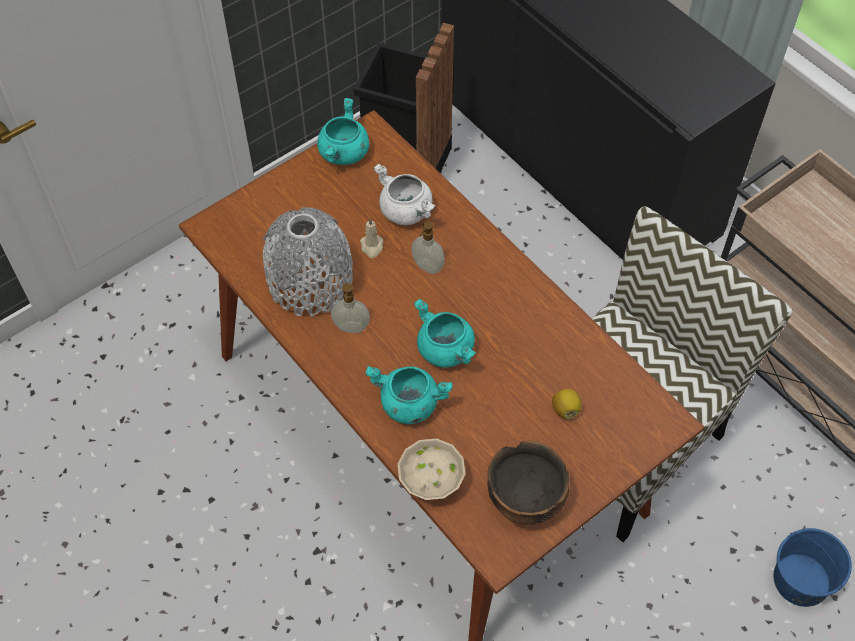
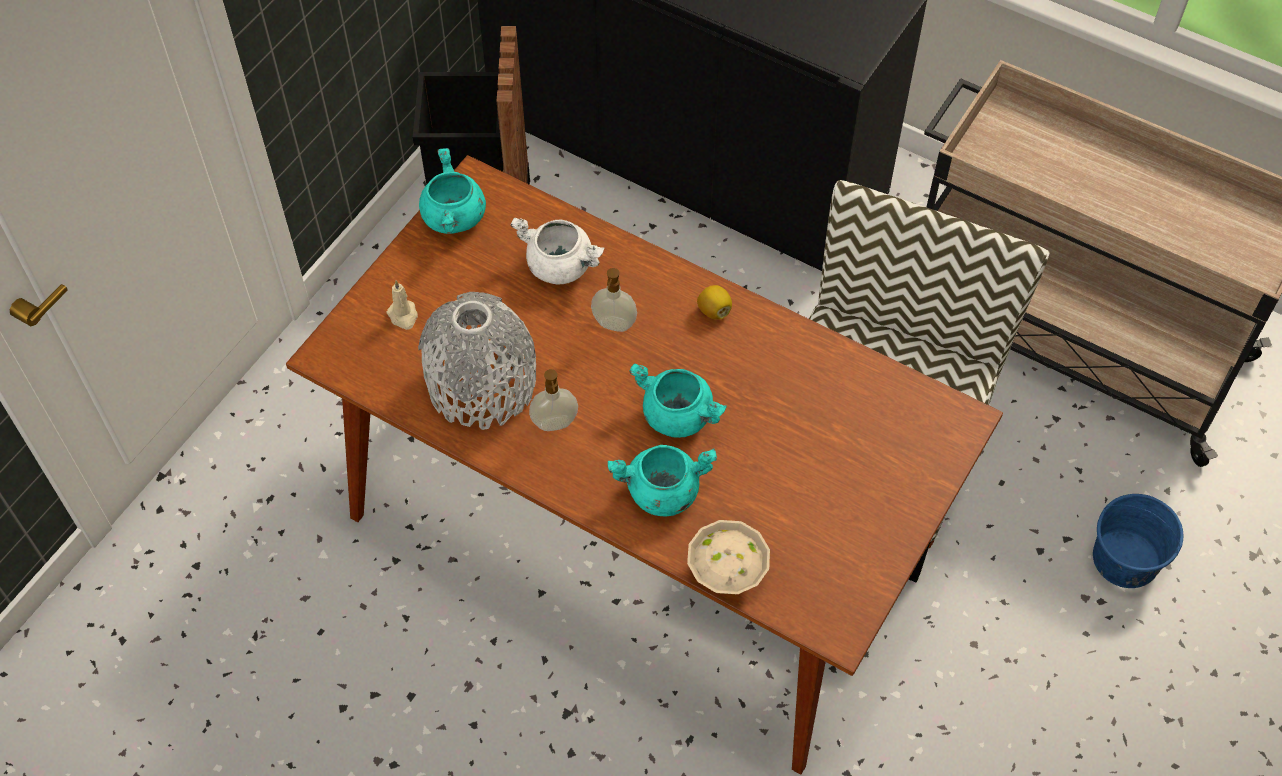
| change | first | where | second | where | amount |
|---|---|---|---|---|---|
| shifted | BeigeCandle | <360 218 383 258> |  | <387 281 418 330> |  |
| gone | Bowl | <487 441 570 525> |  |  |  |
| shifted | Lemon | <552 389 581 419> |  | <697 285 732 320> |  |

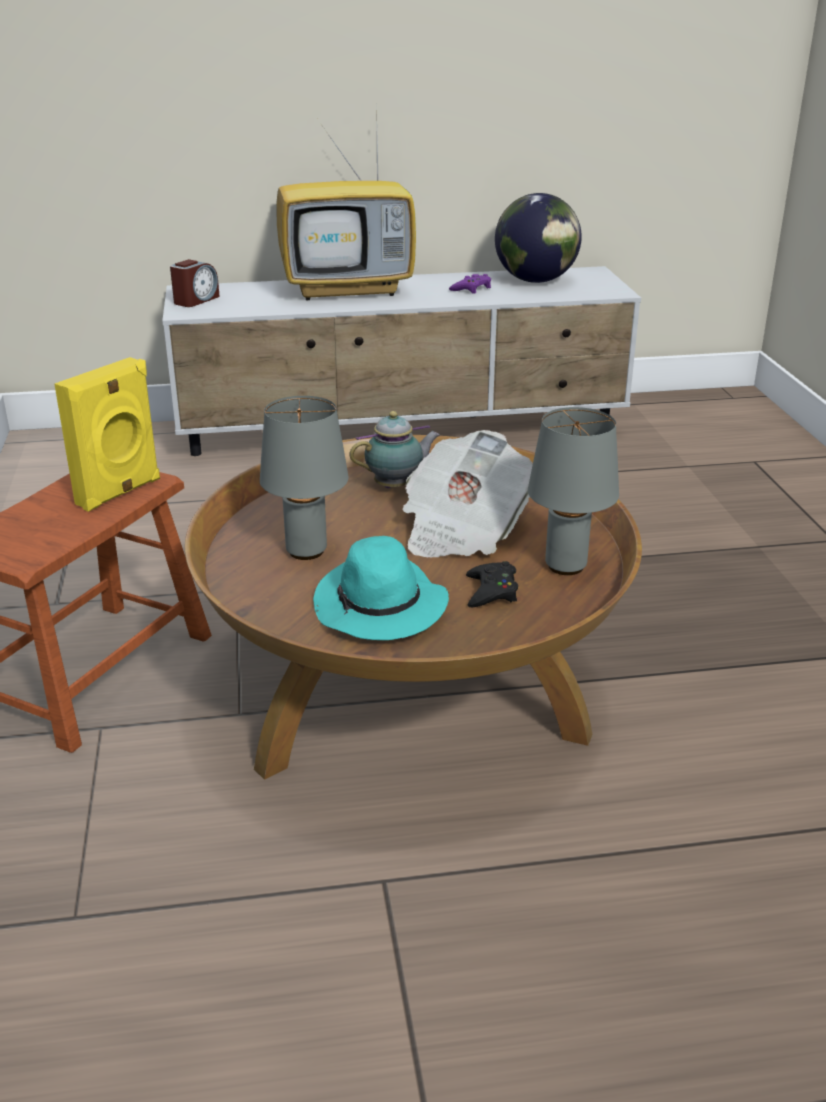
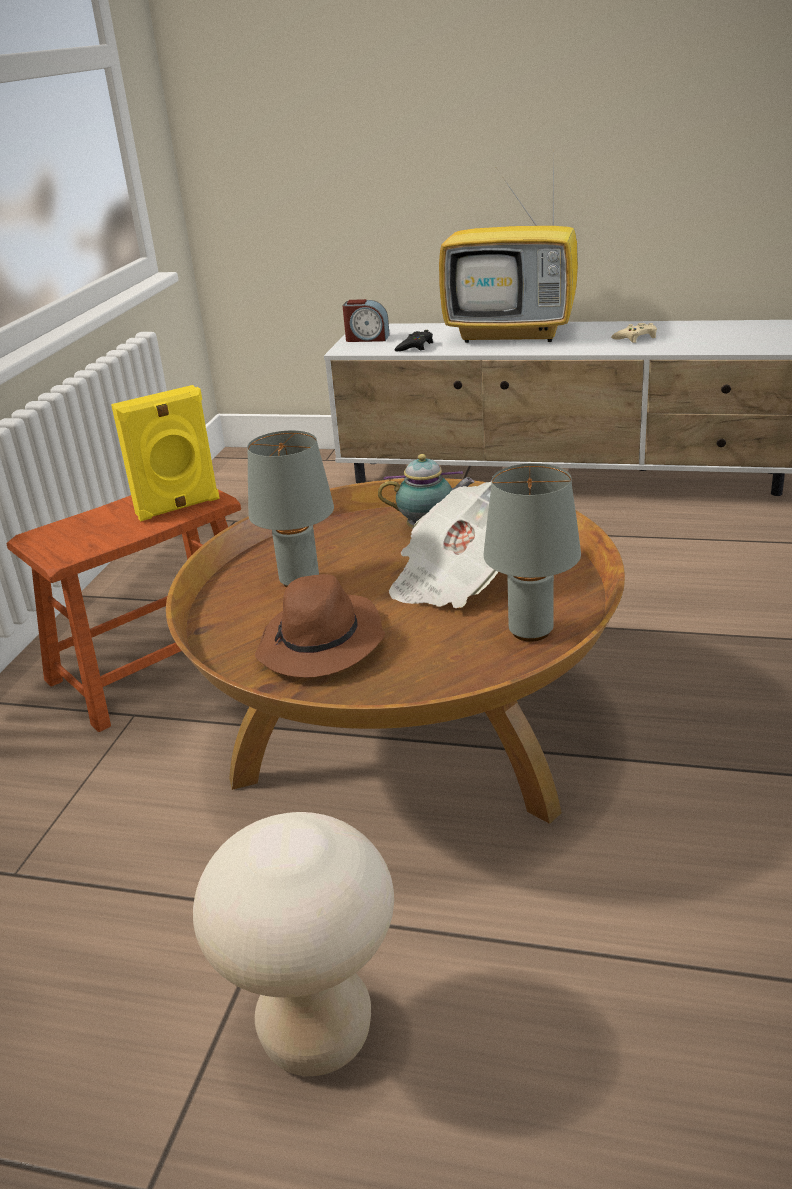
| change | first | where | second | where | amount |
|---|---|---|---|---|---|
| rotated | AlarmClock | <170 259 220 307> |  | <343 299 390 342> | 45 degrees clockwise |
| repainted | TurquoiseHat | <313 536 449 640> | BrownHat | <255 574 385 678> |  |
| repainted | PurpleGameController | <449 274 491 294> | BeigeGameController | <611 323 657 343> |  |
| shifted | BlackGameController | <466 561 518 607> |  | <395 330 433 351> |  |
| gone | Globe | <495 193 582 283> |  |  |  |
| new |  |  | BeigeStool | <193 812 394 1076> |  |

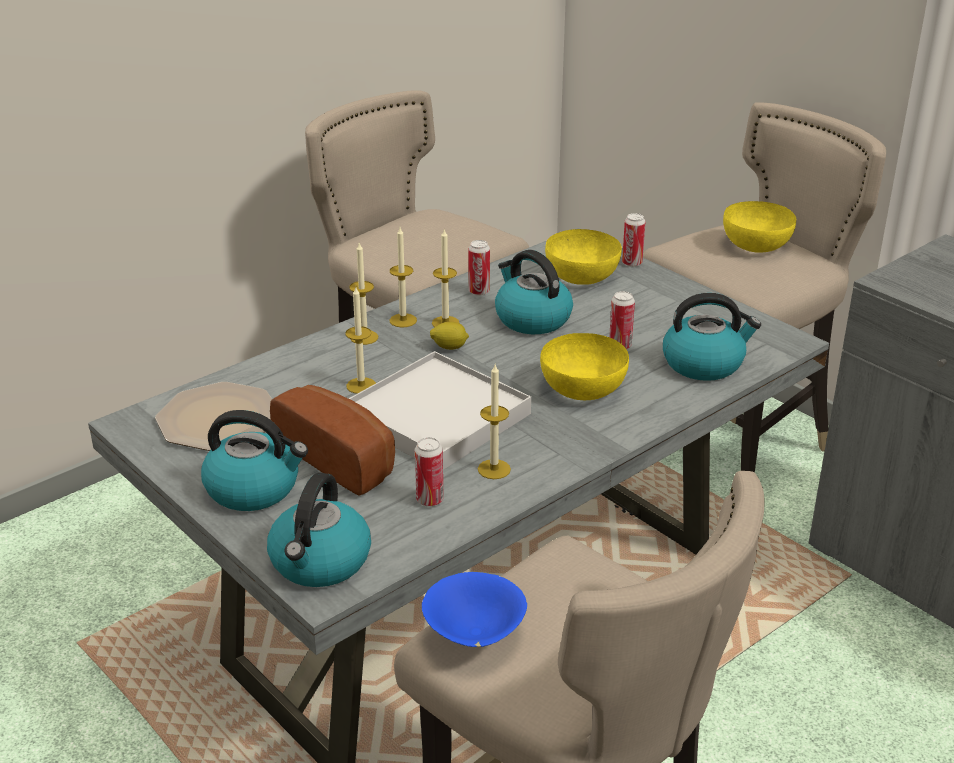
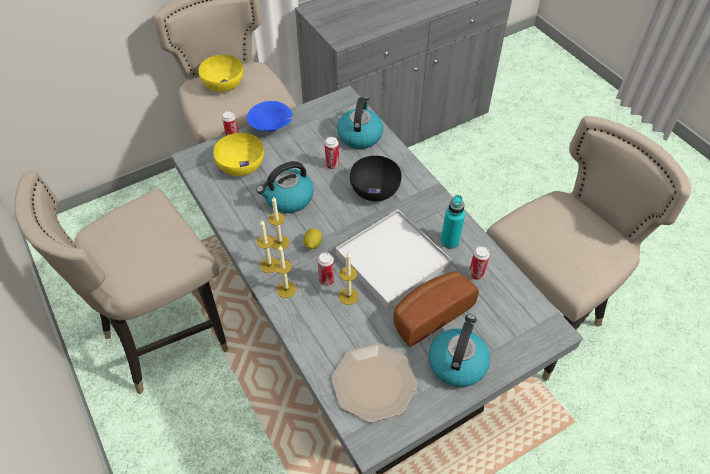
| change | first | where | second | where | amount |
|---|---|---|---|---|---|
| gone | Kettle | <267 472 371 587> |  |  |  |
| shifted | BlueBowl | <422 572 527 647> |  | <247 101 293 131> |  |
| shifted | Can | <468 240 490 296> |  | <318 252 335 286> |  |
| swapped | Candle | <478 365 511 479> | TurquoiseBottle | <441 195 465 249> |  |
| repainted | YellowBowl | <540 333 629 400> | BlackBowl | <350 156 402 201> |  |

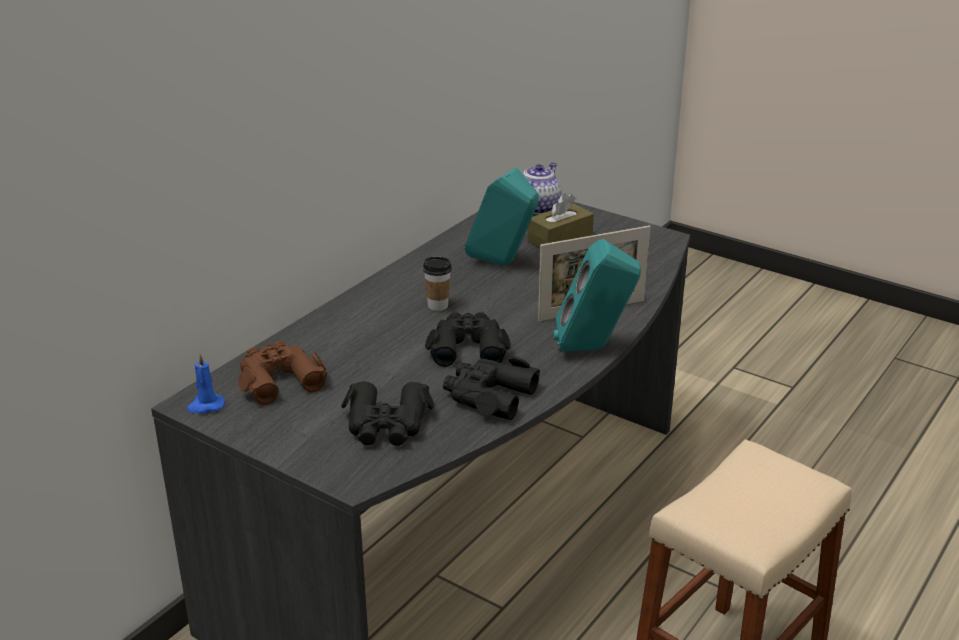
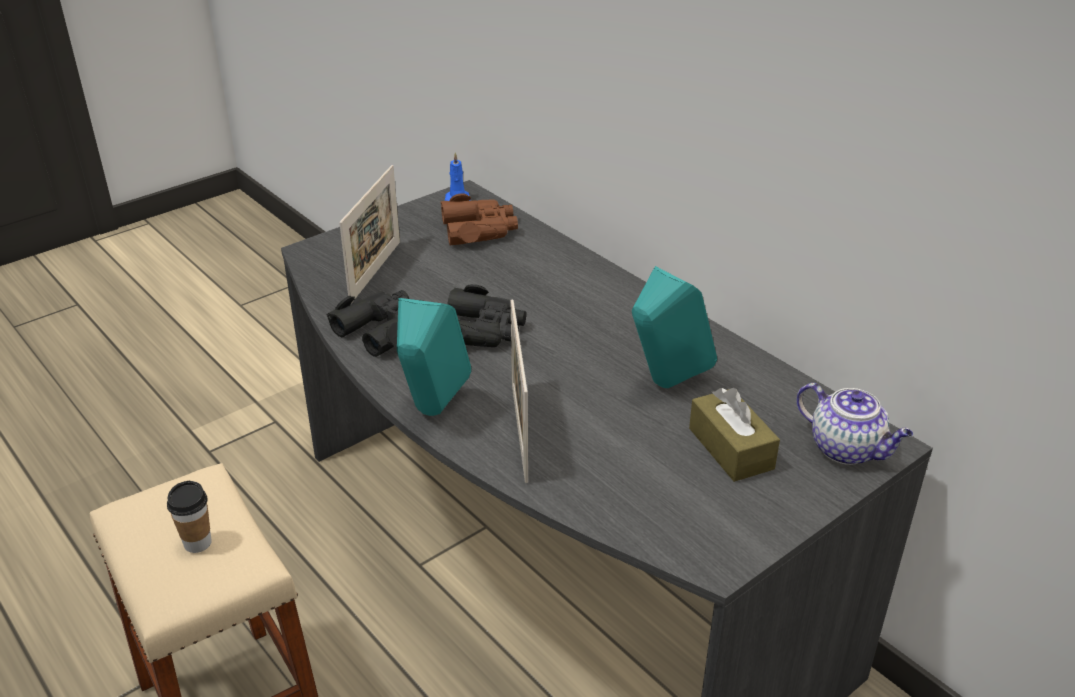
| change | first | where | second | where | amount |
|---|---|---|---|---|---|
| swapped | BlackBinoculars | <341 381 434 446> | PictureFrame | <339 165 400 304> |  |
| shifted | Cup | <423 257 452 311> |  | <167 481 212 553> |  |

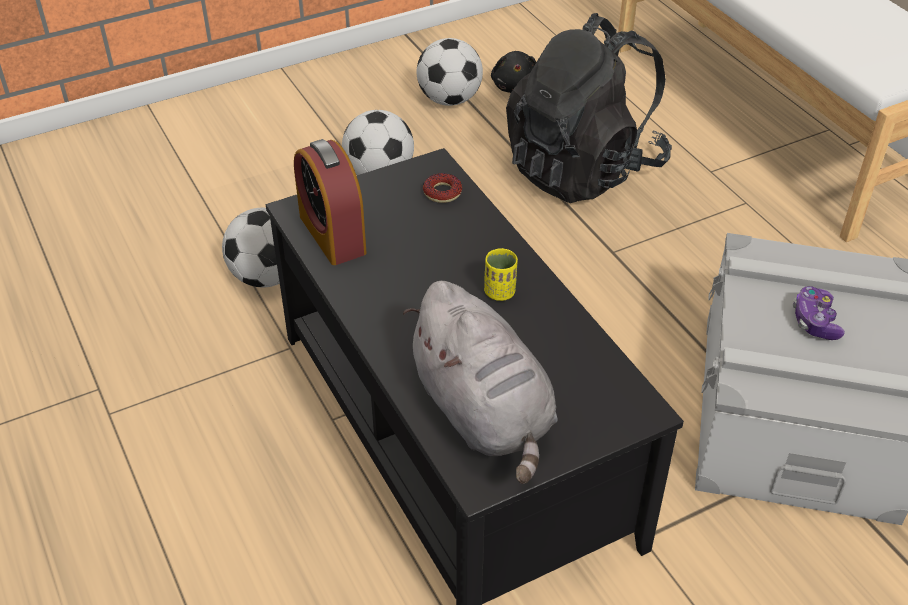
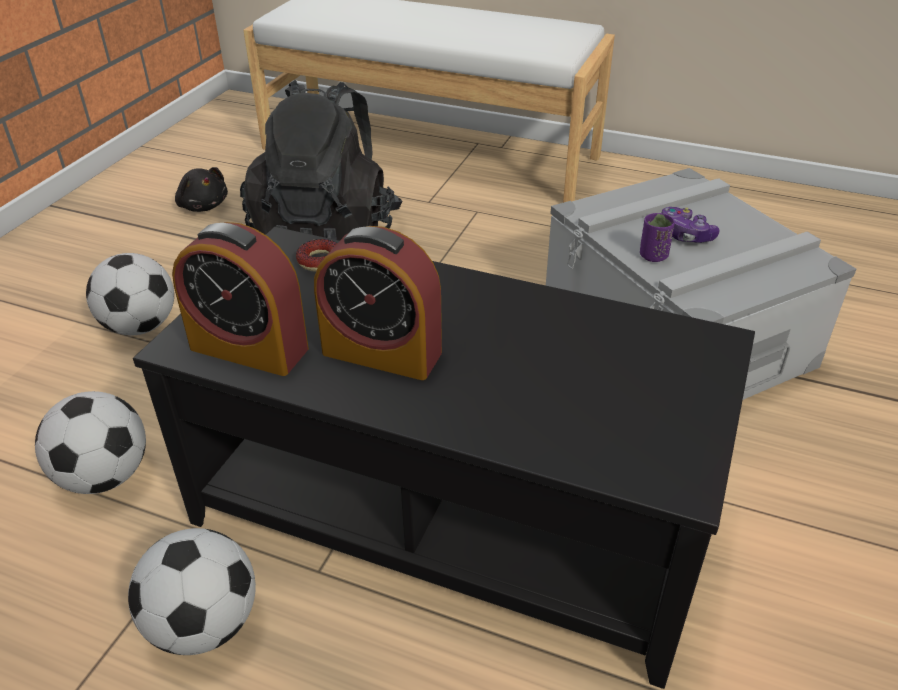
| change | first | where | second | where | amount |
|---|---|---|---|---|---|
| gone | GreyPlushToy | <403 281 558 484> |  |  |  |
| shifted | Football | <417 38 483 106> |  | <128 528 256 655> |  |
| gone | YellowCup | <484 248 518 301> |  |  |  |
| new |  |  | AlarmClock | <314 226 442 380> |  |
| new |  |  | PurpleCup | <640 213 675 262> |  |

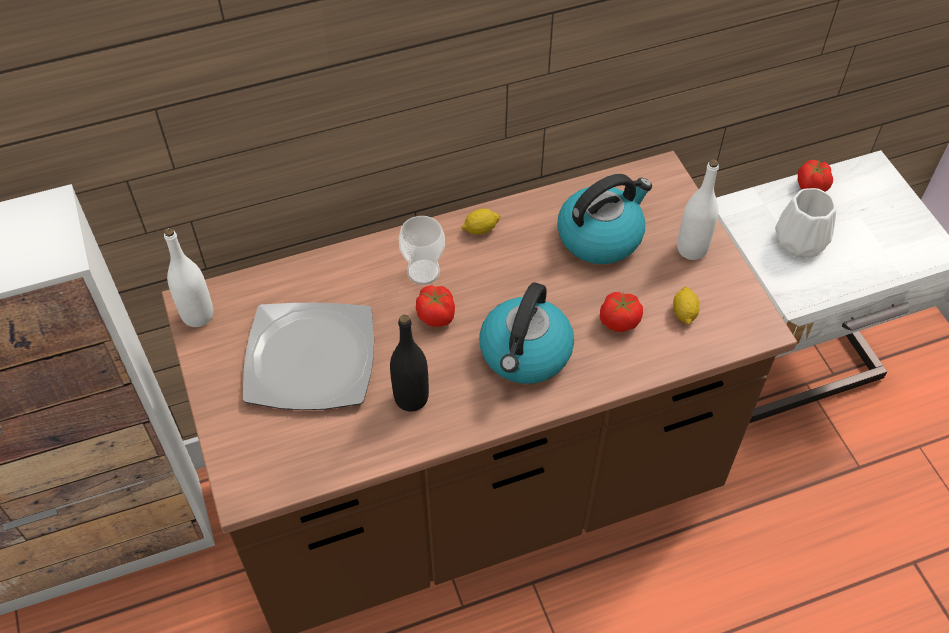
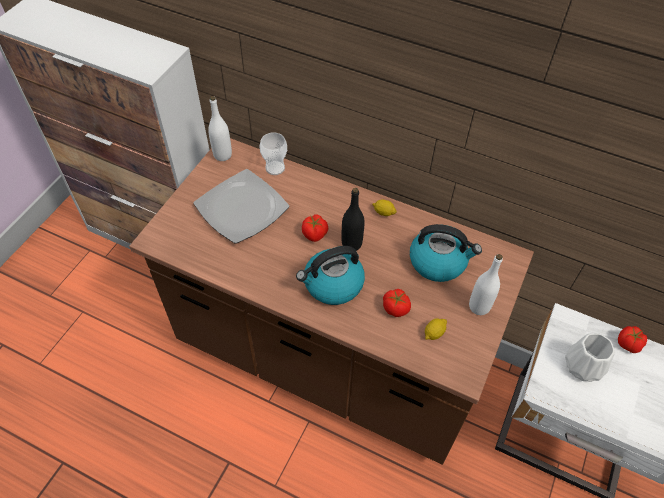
| change | first | where | second | where | amount |
|---|---|---|---|---|---|
| shifted | BlackBottle | <390 315 429 412> |  | <341 188 365 251> |  |
| shifted | Cup | <399 216 445 285> |  | <260 132 287 175> |  |

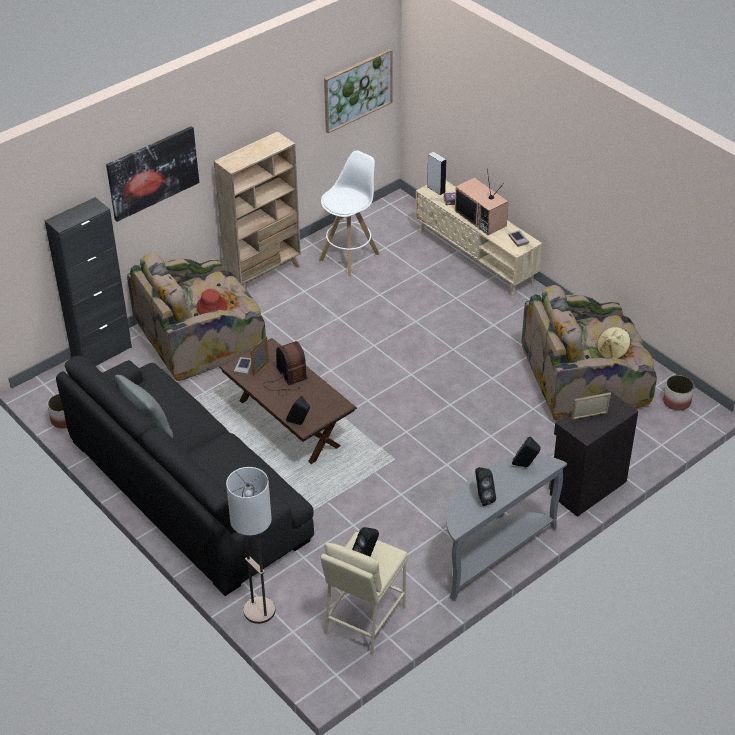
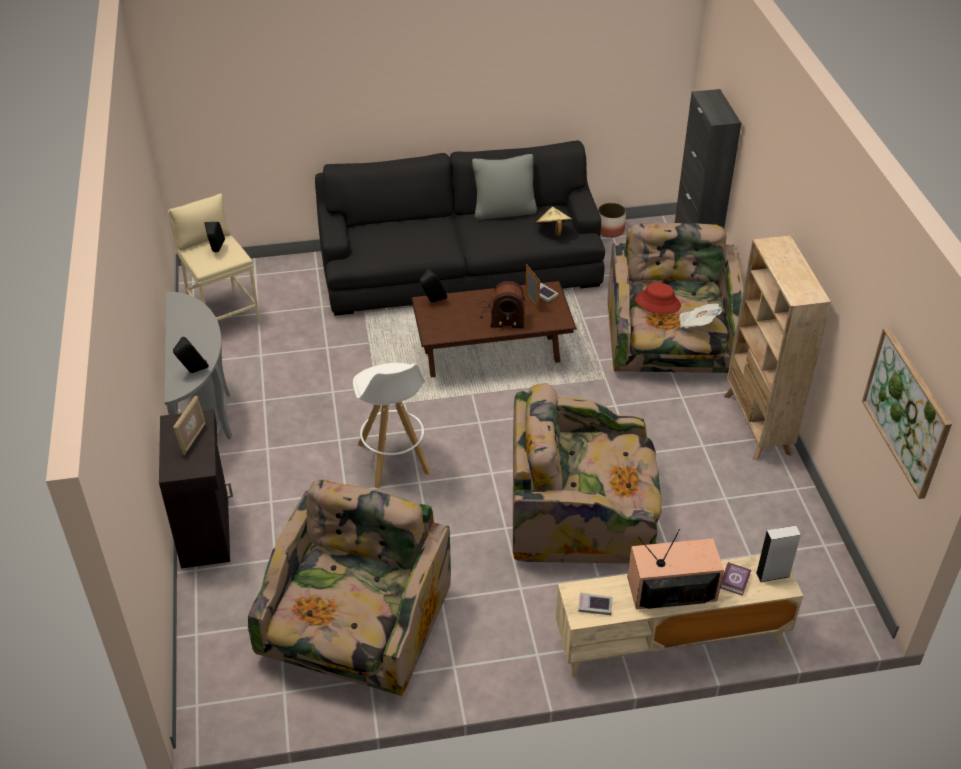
| change | first | where | second | where | amount |
|---|---|---|---|---|---|
| gone | Picture | <106 126 199 222> |  |  |  |
| gone | FloorLamp | <226 467 275 624> |  |  |  |
| shifted | WhiteStool | <319 151 379 276> |  | <353 363 431 489> |  |
| gone | BlackSpeaker | <475 467 496 506> |  |  |  |
| shifted | BeigeHat | <597 327 631 359> |  | <535 207 573 236> |  |
| gone | Planter | <663 375 694 410> |  |  |  |
| new |  |  | Armchair | <513 383 662 563> |  |
| new |  |  | Newspaper | <679 304 722 328> |  |

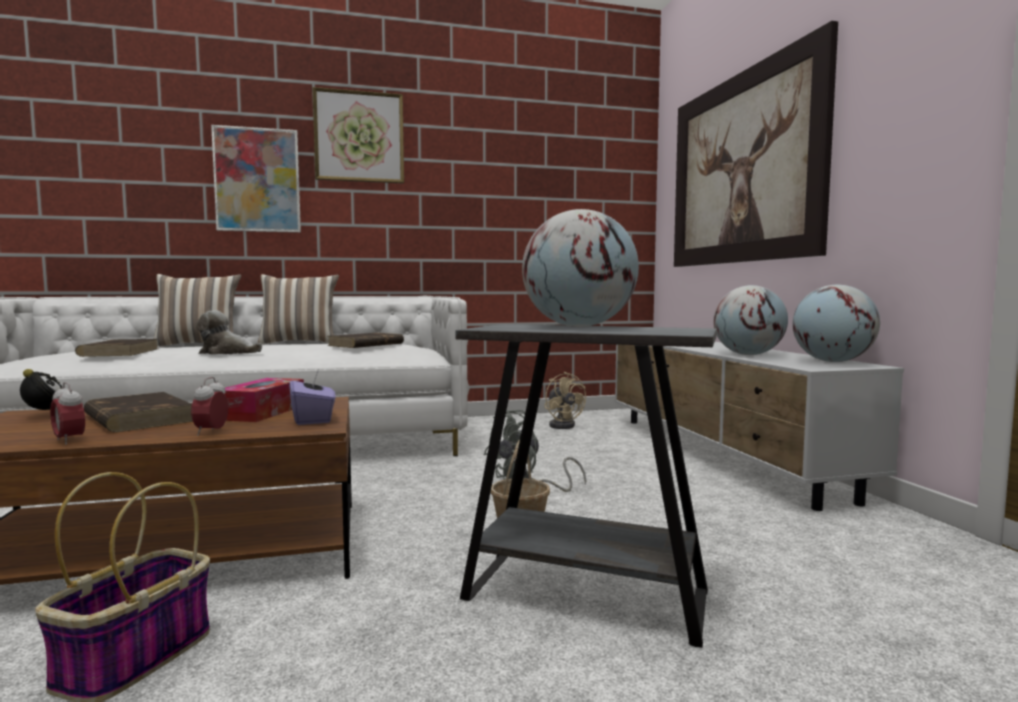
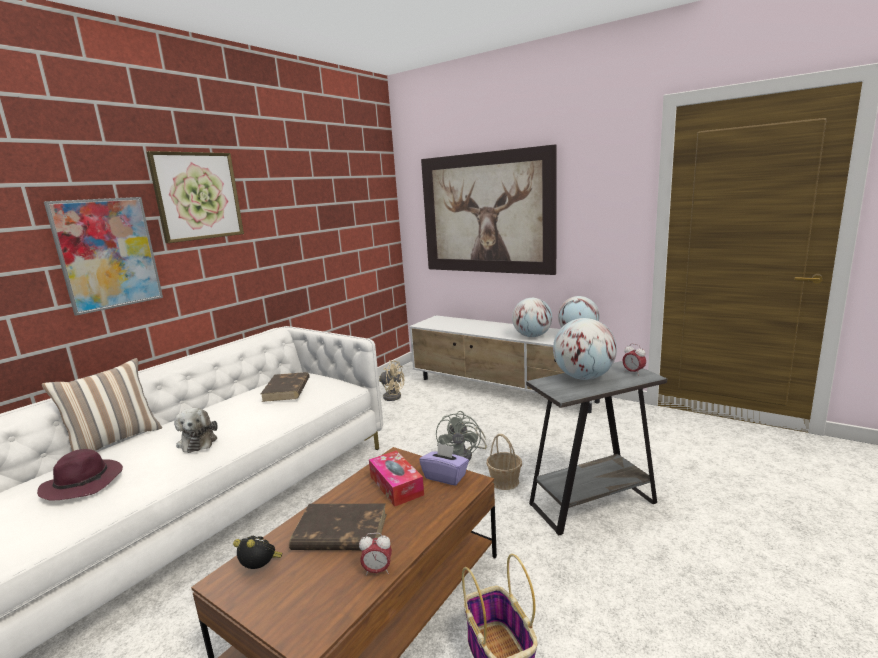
| change | first | where | second | where | amount |
|---|---|---|---|---|---|
| swapped | BrownBook | <75 339 157 357> | PurpleHat | <37 449 123 501> |  |
| shifted | AlarmClock | <191 377 228 436> |  | <622 343 646 375> |  |
| rotated | PlushToy | <196 310 262 355> |  | <174 408 218 453> | 75 degrees counterclockwise |
| gone | Pillow | <258 274 339 344> |  |  |  |

